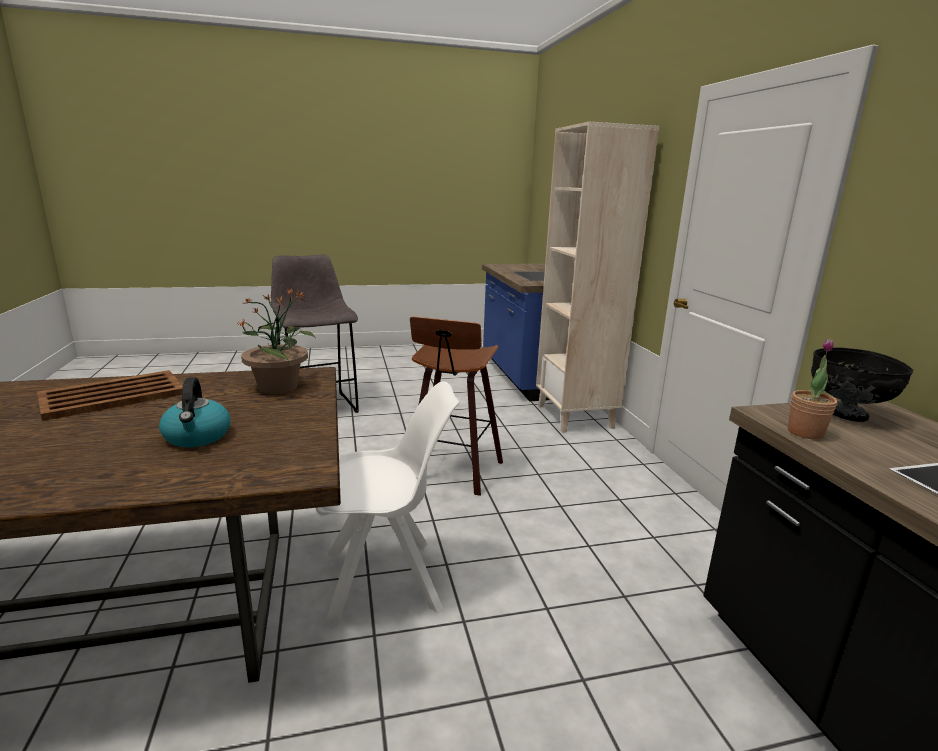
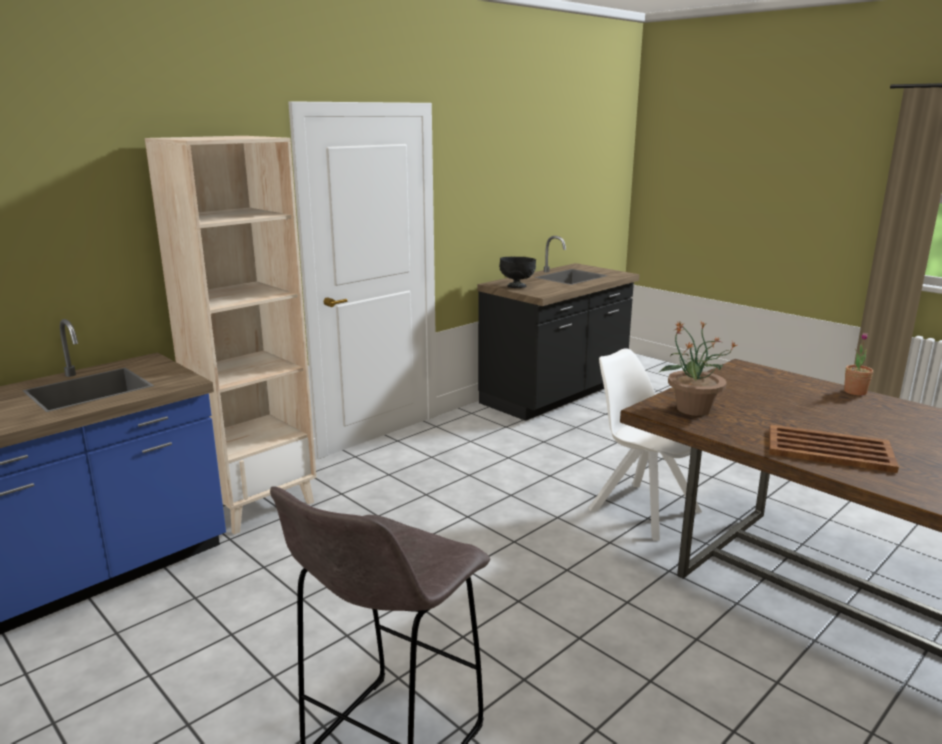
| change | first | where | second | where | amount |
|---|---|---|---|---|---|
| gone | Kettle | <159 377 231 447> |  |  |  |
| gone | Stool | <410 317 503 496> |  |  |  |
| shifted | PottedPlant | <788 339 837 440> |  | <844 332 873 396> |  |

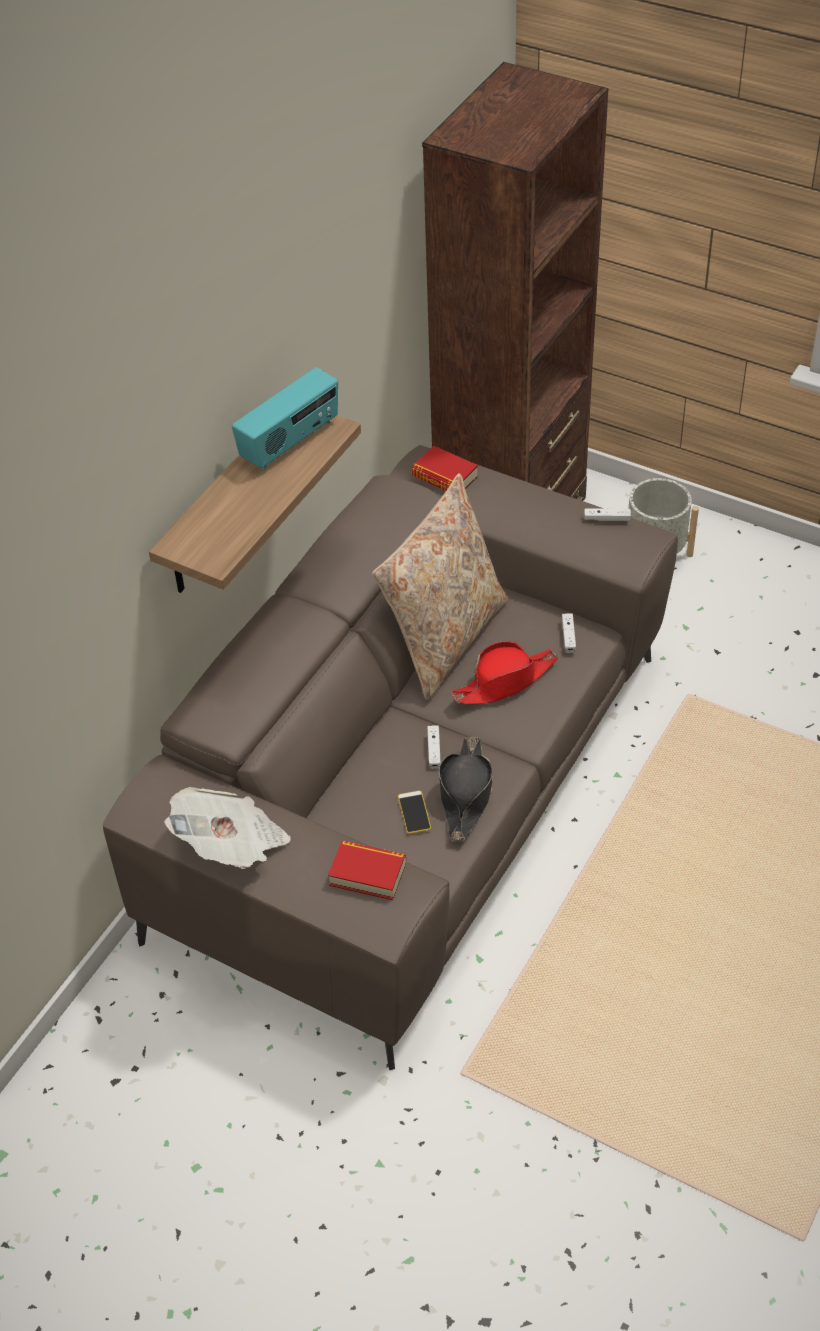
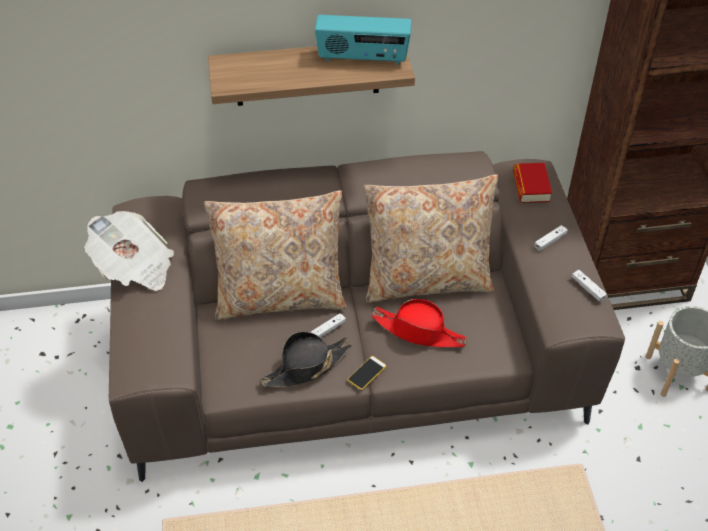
| change | first | where | second | where | amount |
|---|---|---|---|---|---|
| gone | Book | <328 841 406 900> |  |  |  |
| shifted | Phone | <398 791 431 834> |  | <348 356 386 390> |  |
| shifted | WhiteGameController | <562 613 576 653> |  | <534 225 568 251> |  |
| new |  |  | BeigePillow | <204 191 347 320> |  |

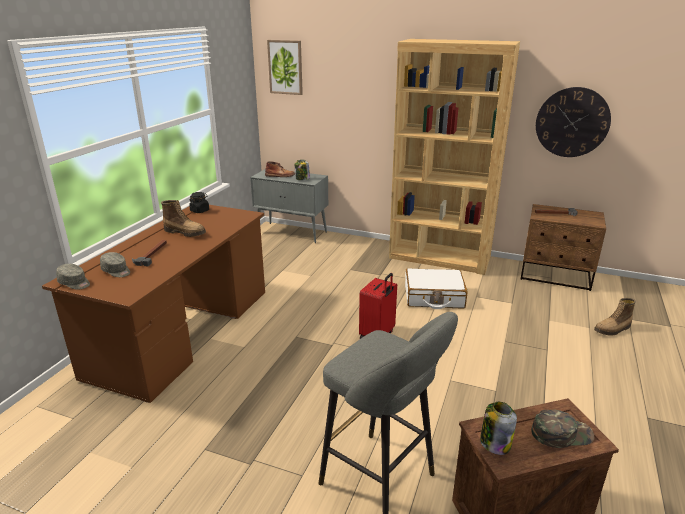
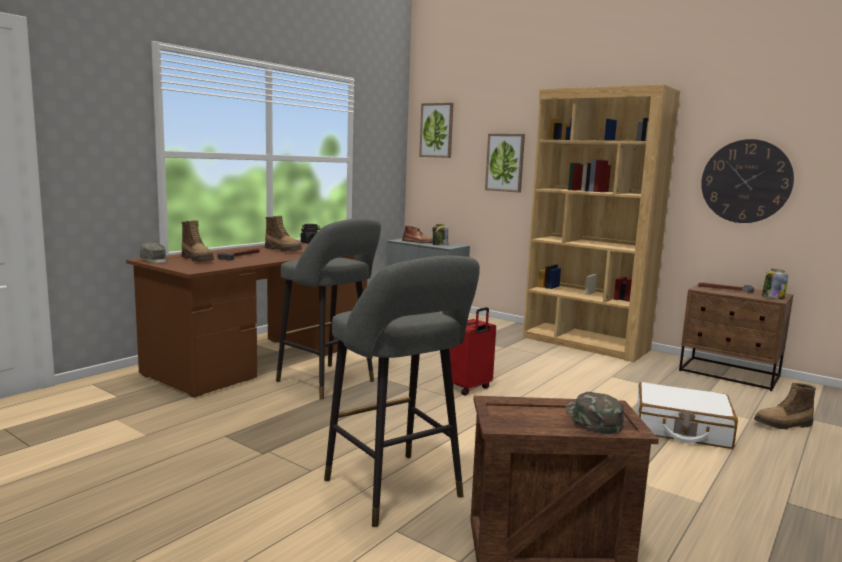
| change | first | where | second | where | amount |
|---|---|---|---|---|---|
| swapped | GreyCap | <100 252 130 277> | Boot | <181 220 214 262> |  |
| shifted | WhiteSuitcase | <405 268 467 309> |  | <637 382 738 449> |  |
| shifted | Jar | <480 402 517 455> |  | <762 269 788 299> |  |
| rotated | GreenCap | <532 410 594 448> |  | <565 392 624 434> | 105 degrees counterclockwise |
| new |  |  | GreyStool | <276 218 381 399> |  |
| new |  |  | Picture | <485 134 525 193> |  |

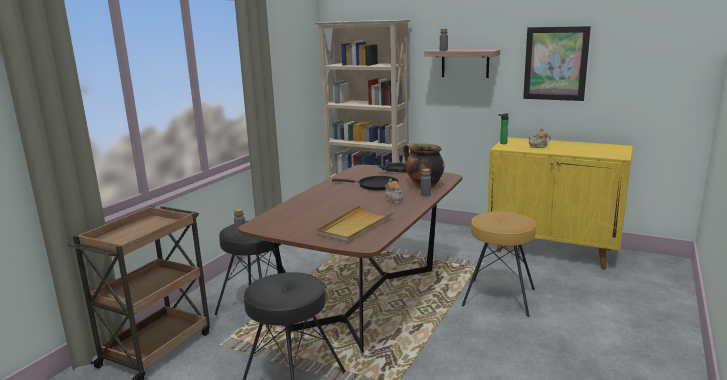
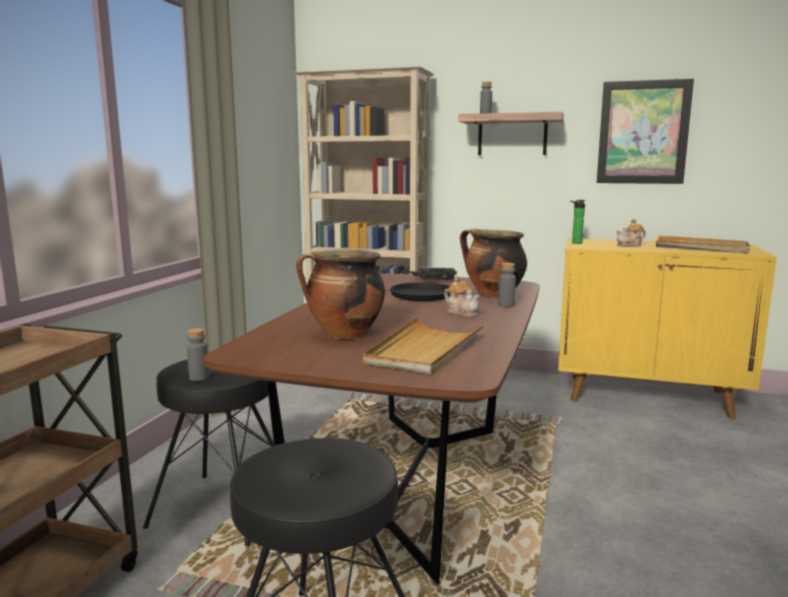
| change | first | where | second | where | amount |
|---|---|---|---|---|---|
| gone | BrownStool | <462 211 536 317> |  |  |  |
| new |  |  | CookingPot | <296 250 385 339> |  |
| new |  |  | BeigeTray | <656 236 750 253> |  |

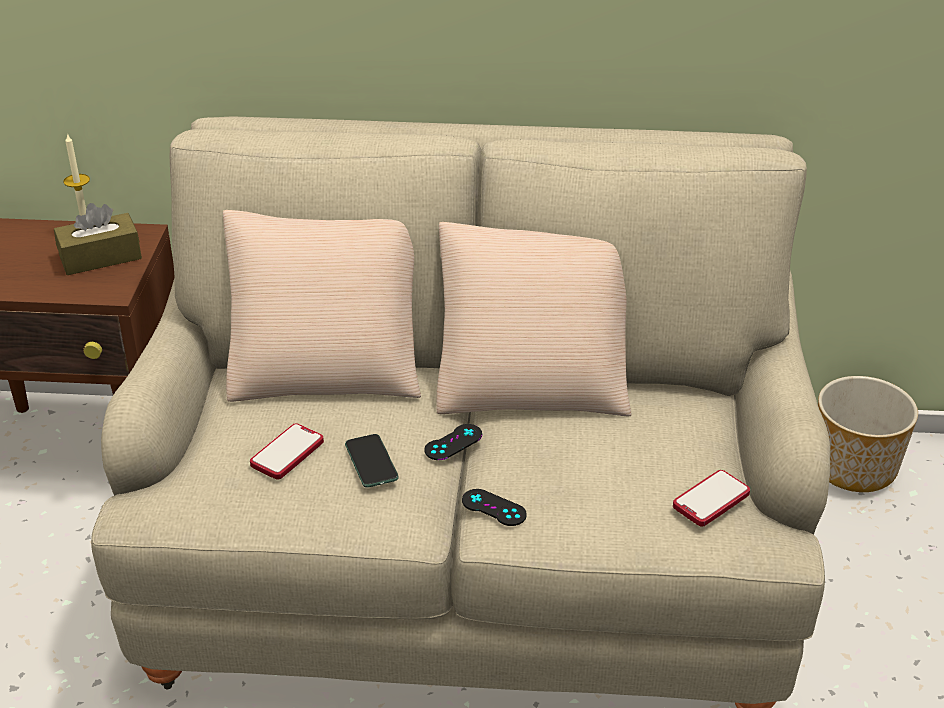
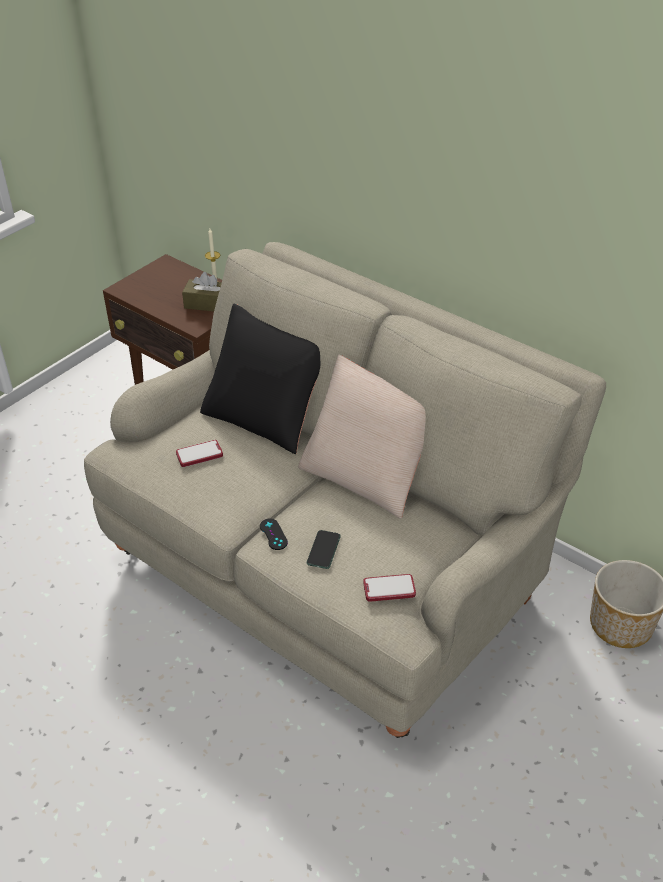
| change | first | where | second | where | amount |
|---|---|---|---|---|---|
| repainted | BeigePillow | <223 210 421 402> | BlackPillow | <200 304 321 454> |  |
| shifted | Phone | <345 434 399 488> |  | <307 530 341 569> |  |
| gone | BlackGameController | <424 424 482 460> |  |  |  |

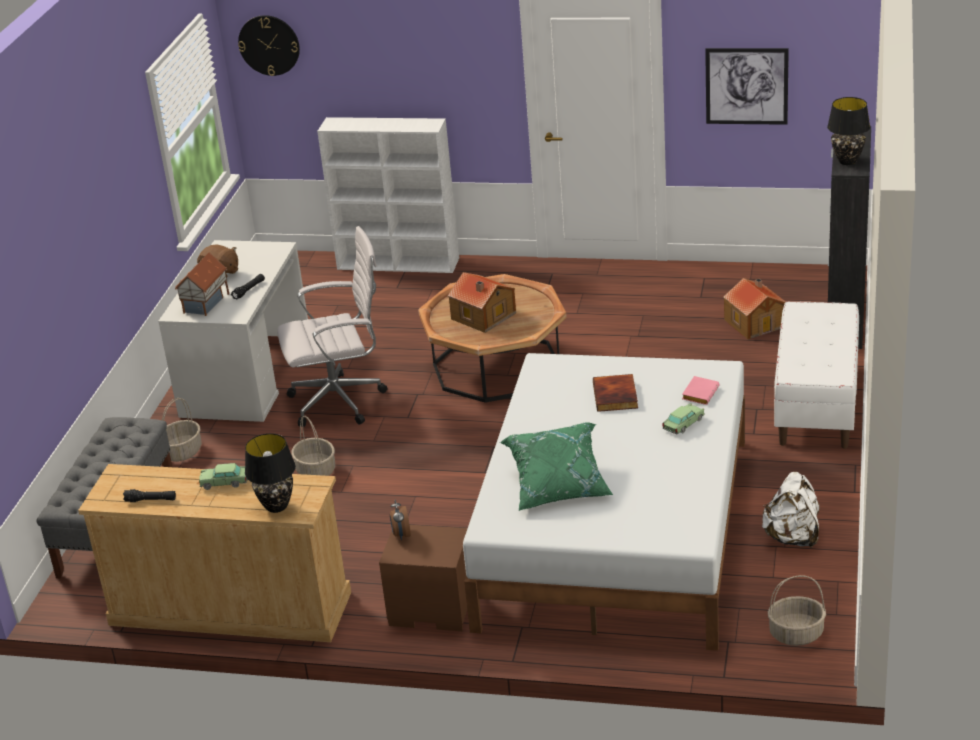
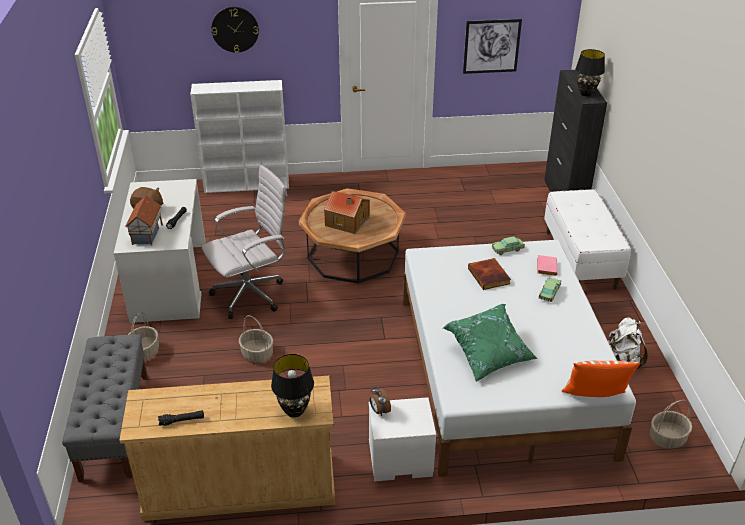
| change | first | where | second | where | amount |
|---|---|---|---|---|---|
| shifted | ToyCar | <199 463 248 490> |  | <491 236 525 255> |  |
| shifted | WallClock | <238 15 300 76> |  | <212 7 259 53> |  |
| repainted | BrownNightstand | <379 525 468 631> | WhiteNightstand | <369 397 436 481> |  |
| gone | ToyHouse | <723 278 786 339> |  |  |  |
| new |  |  | Pillow | <562 360 640 397> |  |

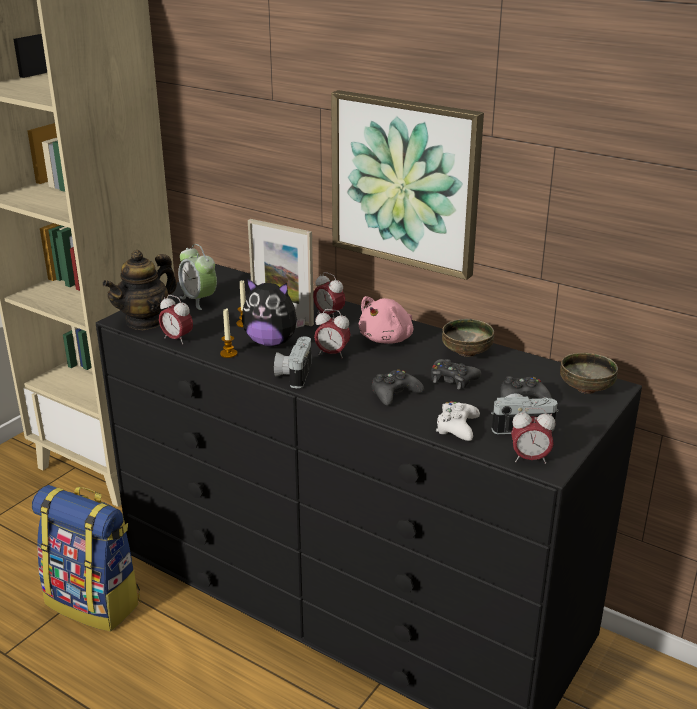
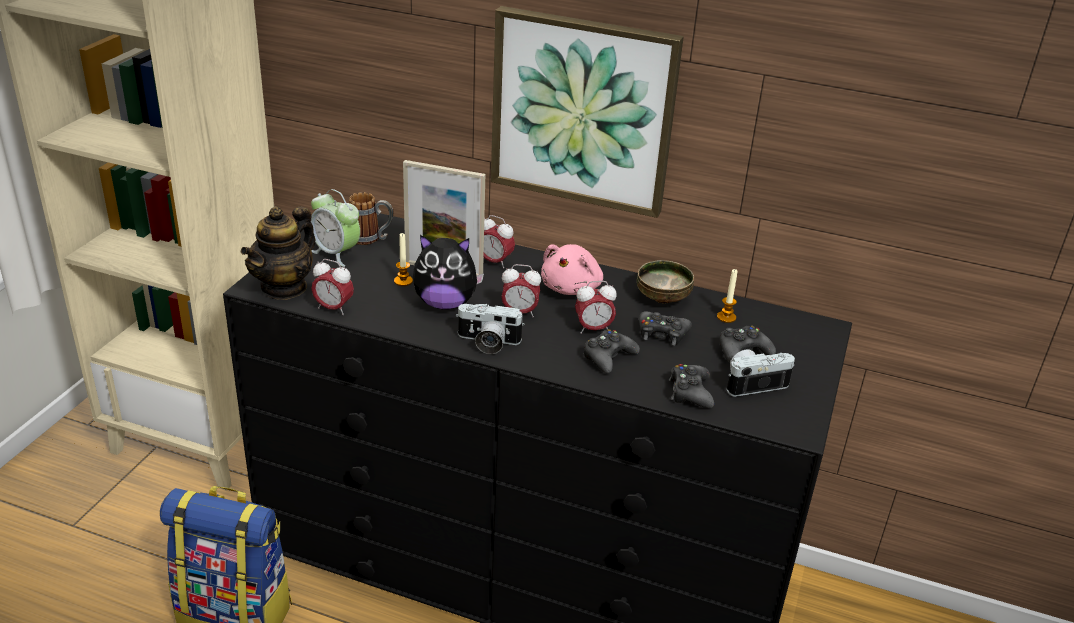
| change | first | where | second | where | amount |
|---|---|---|---|---|---|
| shifted | Candle | <220 308 237 358> |  | <717 269 738 323> |  |
| rotated | PhotoCamera | <274 336 311 388> |  | <456 304 525 354> | 75 degrees counterclockwise |
| repainted | WhiteGameController | <435 401 480 441> | BlackGameController | <669 364 714 408> |  |
| shifted | AlarmClock | <511 408 555 464> |  | <575 281 617 334> |  |
| gone | Bowl | <560 353 618 394> |  |  |  |
| new |  |  | Mug | <349 192 393 245> |  |

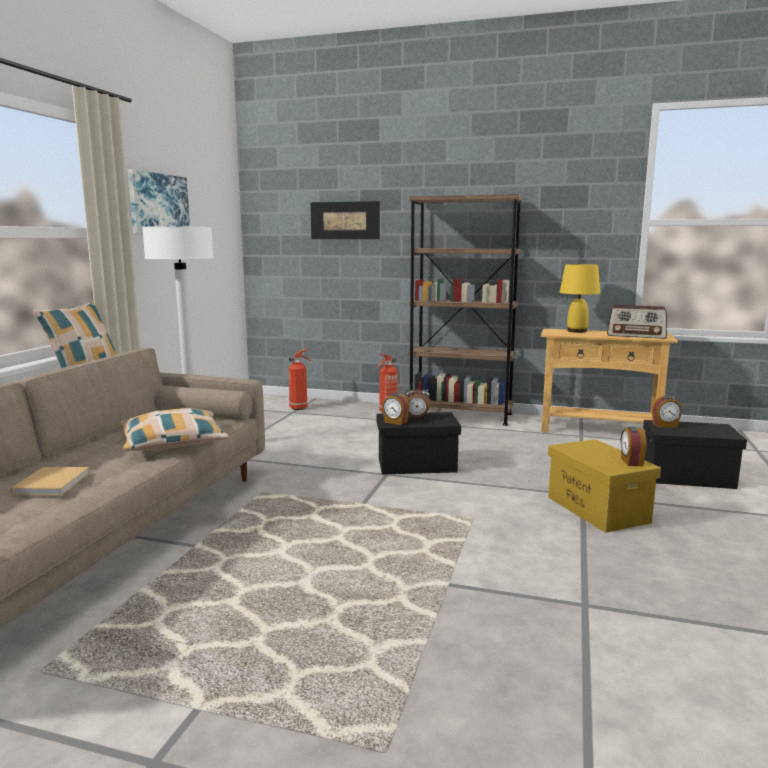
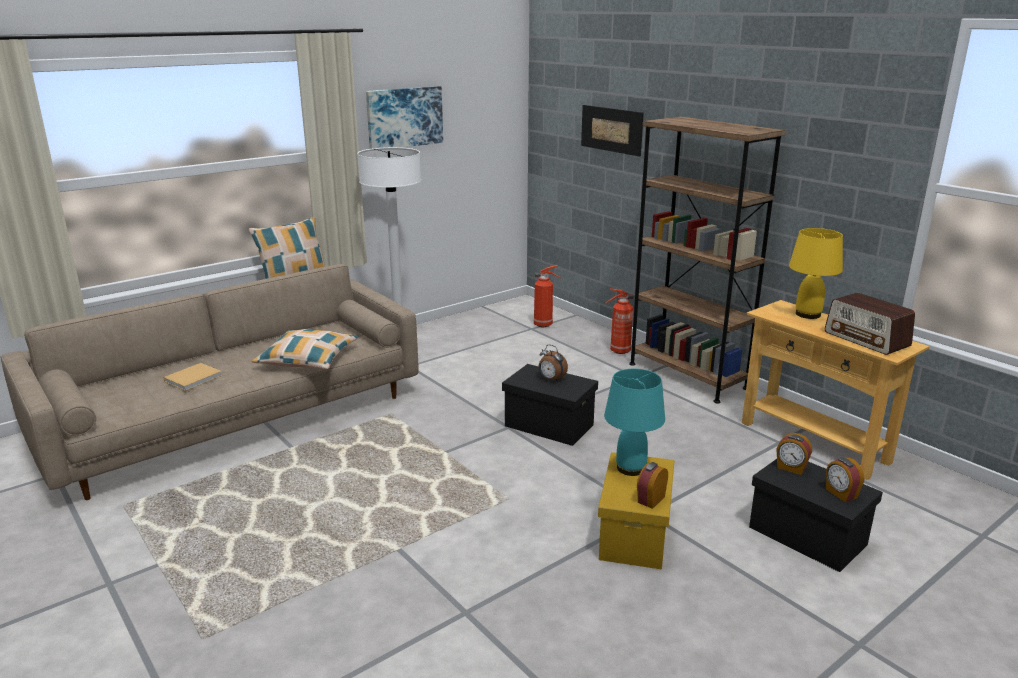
| change | first | where | second | where | amount |
|---|---|---|---|---|---|
| shifted | AlarmClock | <382 393 410 425> |  | <826 457 864 502> |  |
| new |  |  | TurquoiseTableLamp | <604 369 665 476> |  |

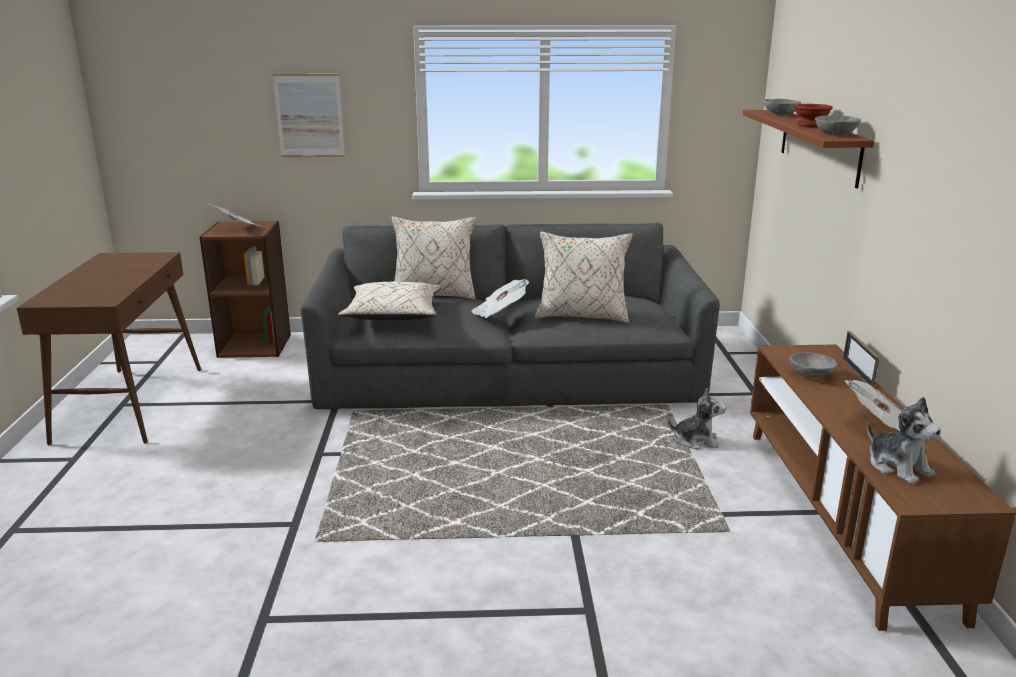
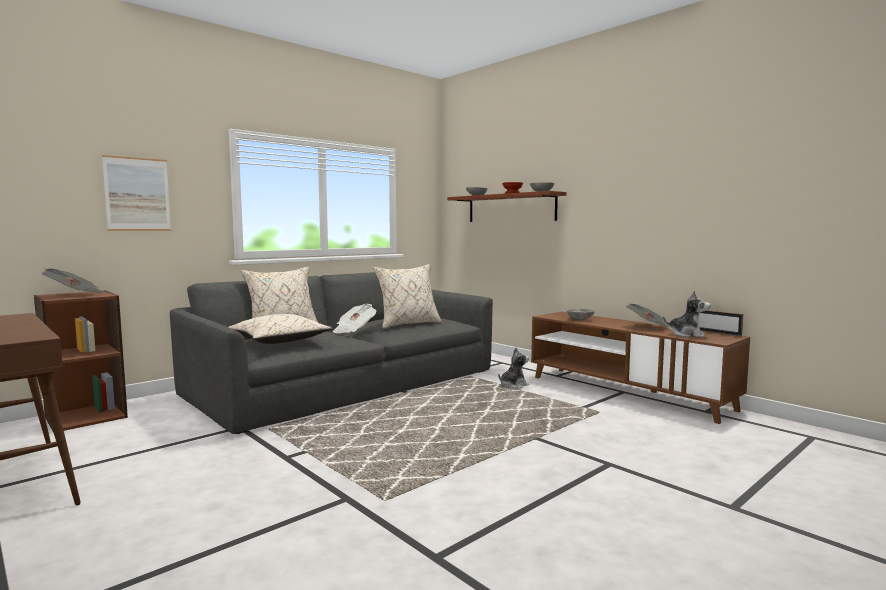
| change | first | where | second | where | amount |
|---|---|---|---|---|---|
| shifted | PictureFrame | <843 331 880 387> |  | <698 310 743 336> |  |

